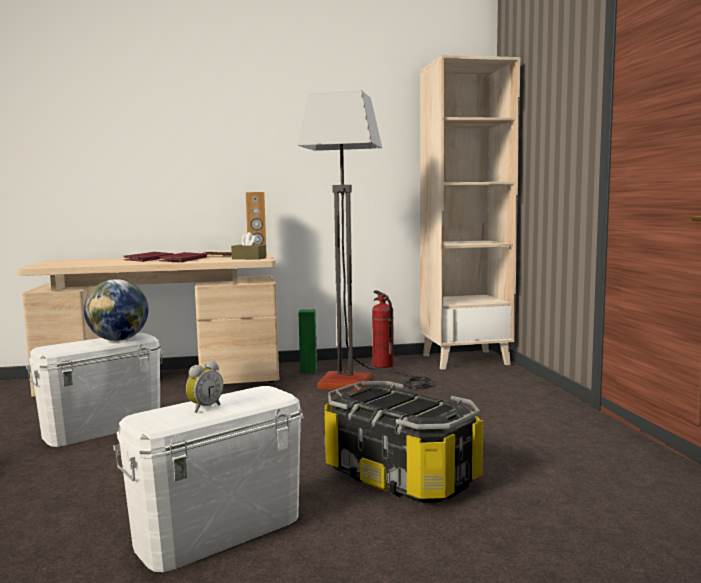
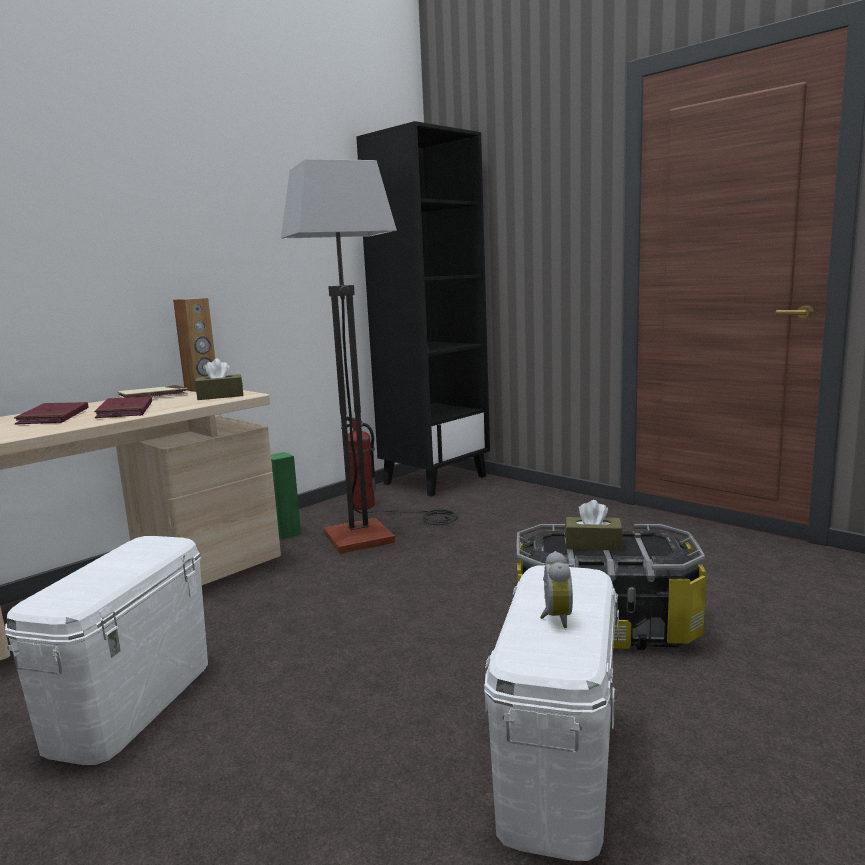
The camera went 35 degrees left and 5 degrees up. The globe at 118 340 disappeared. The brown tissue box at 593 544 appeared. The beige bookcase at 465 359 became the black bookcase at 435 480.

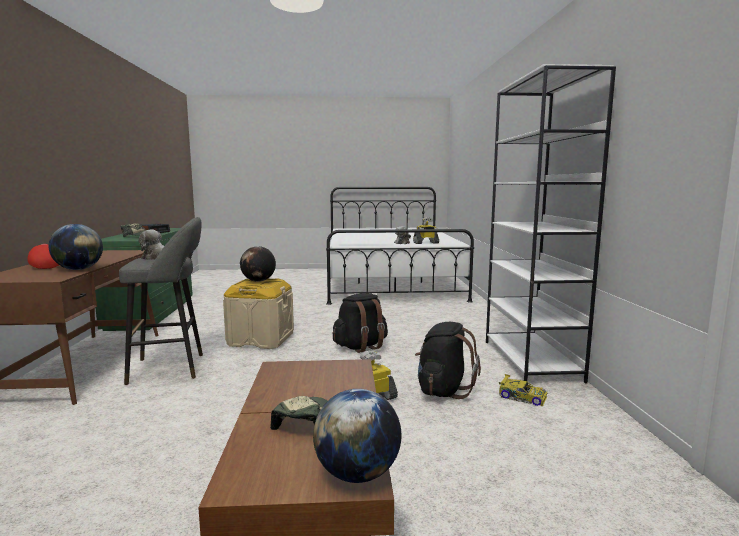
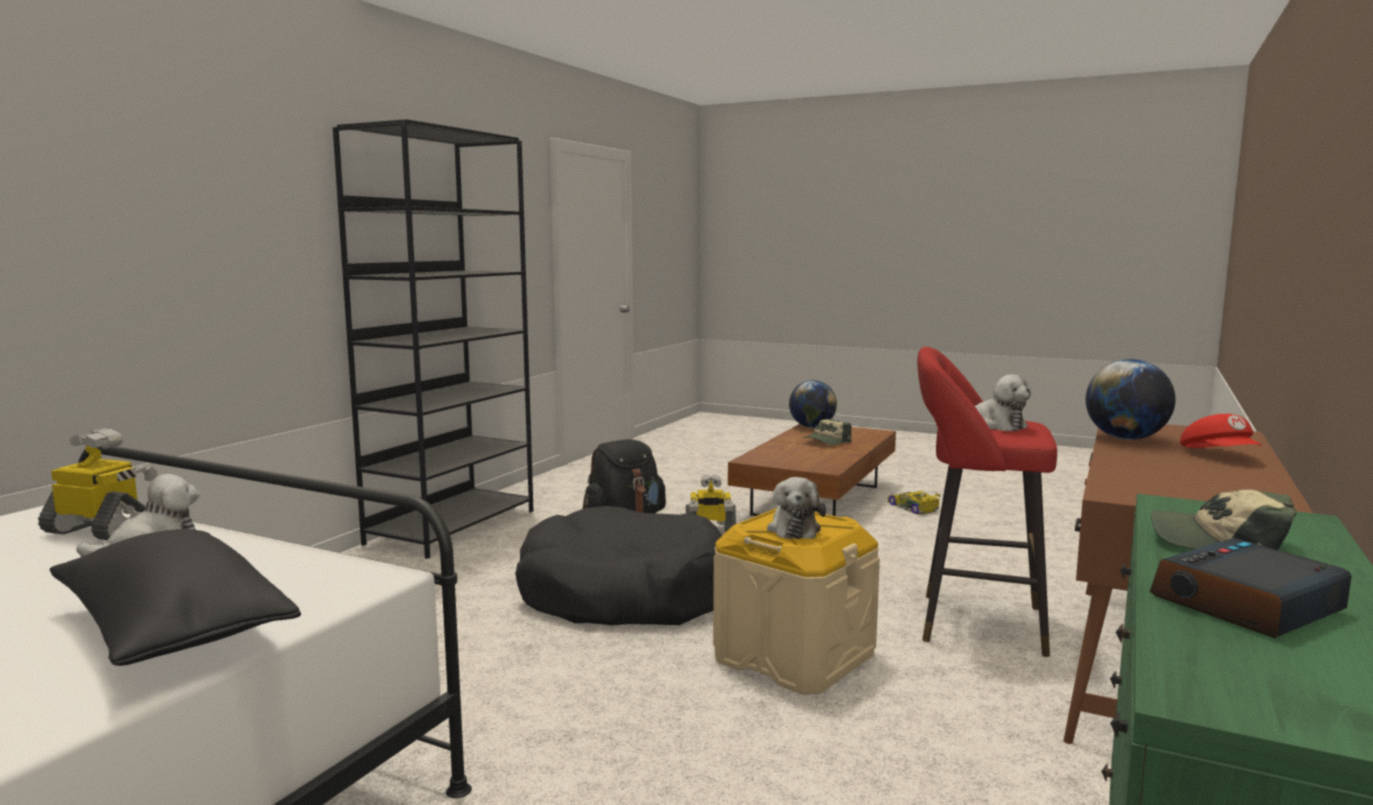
The camera went 150 degrees left and 0 degrees up. The black pillow at 172 631 appeared. The toy car moved from 521 397 to 913 507. The globe at 258 281 was replaced by the plush toy at 794 529. The black backpack at 361 346 was replaced by the black dog bed at 623 594. The grey stool at 172 368 became the red stool at 972 623. The white bookcase at 531 360 became the black bookcase at 452 527.

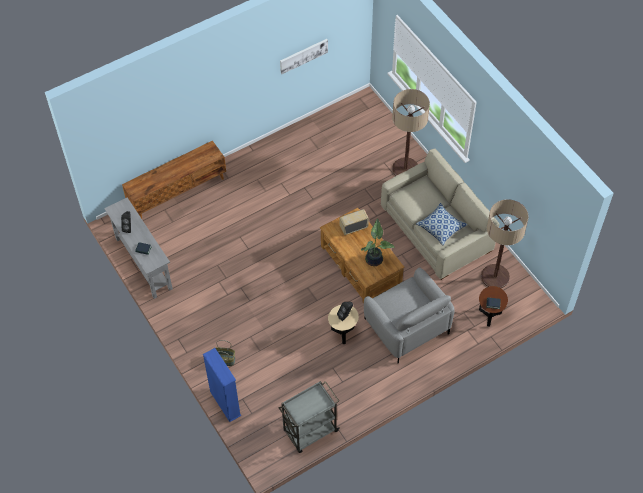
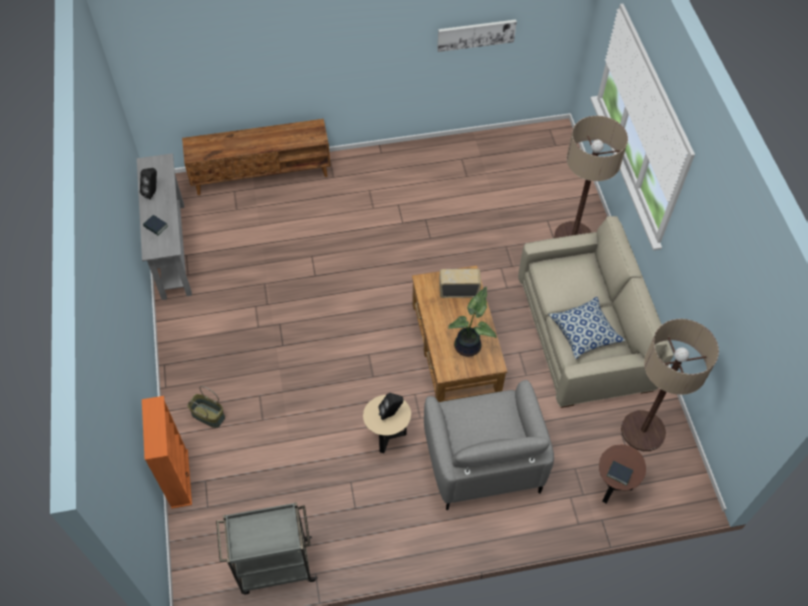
The camera went 20 degrees right and 0 degrees up. The blue bookcase at 225 403 became the orange bookcase at 179 478.

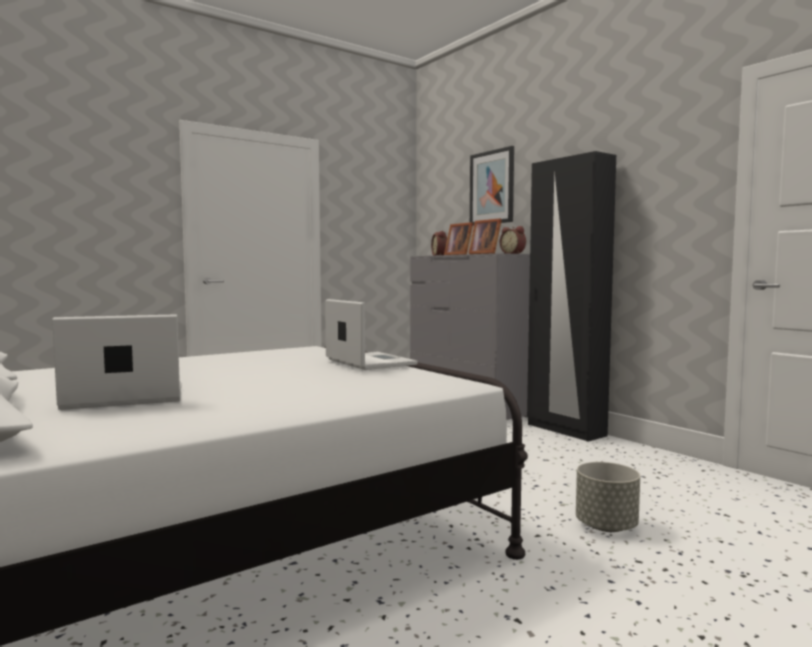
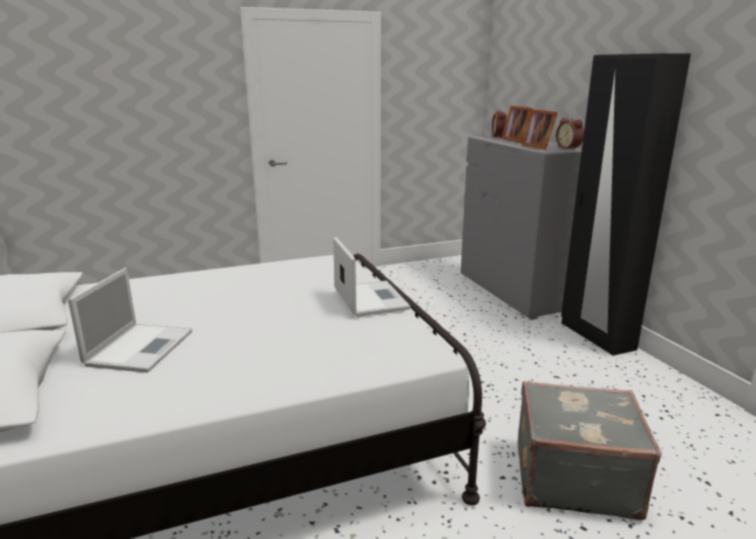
The camera went 15 degrees right and 15 degrees up. The picture at 492 187 disappeared. The grey planter at 606 526 was replaced by the grey suitcase at 573 477. The laptop at 122 397 turned 105 degrees clockwise.

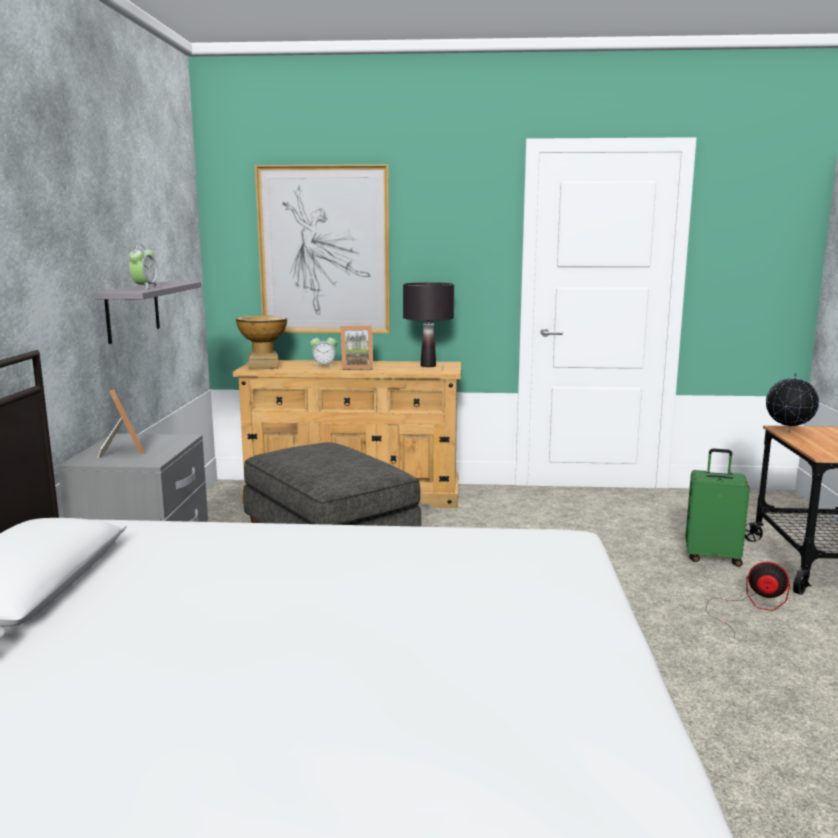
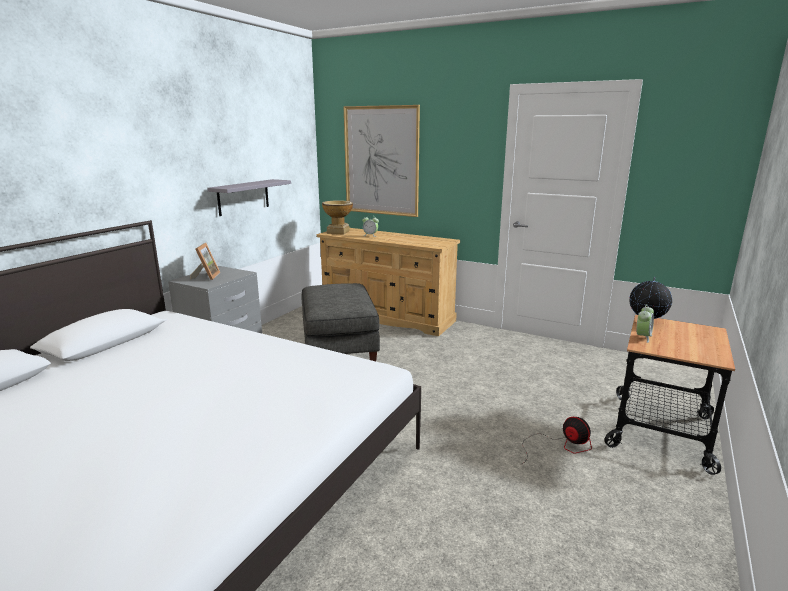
The camera went 25 degrees right and 5 degrees up. The picture frame at 356 368 disappeared. The black table lamp at 428 366 disappeared. The green suitcase at 712 557 disappeared. The alarm clock moved from 145 288 to 642 337.

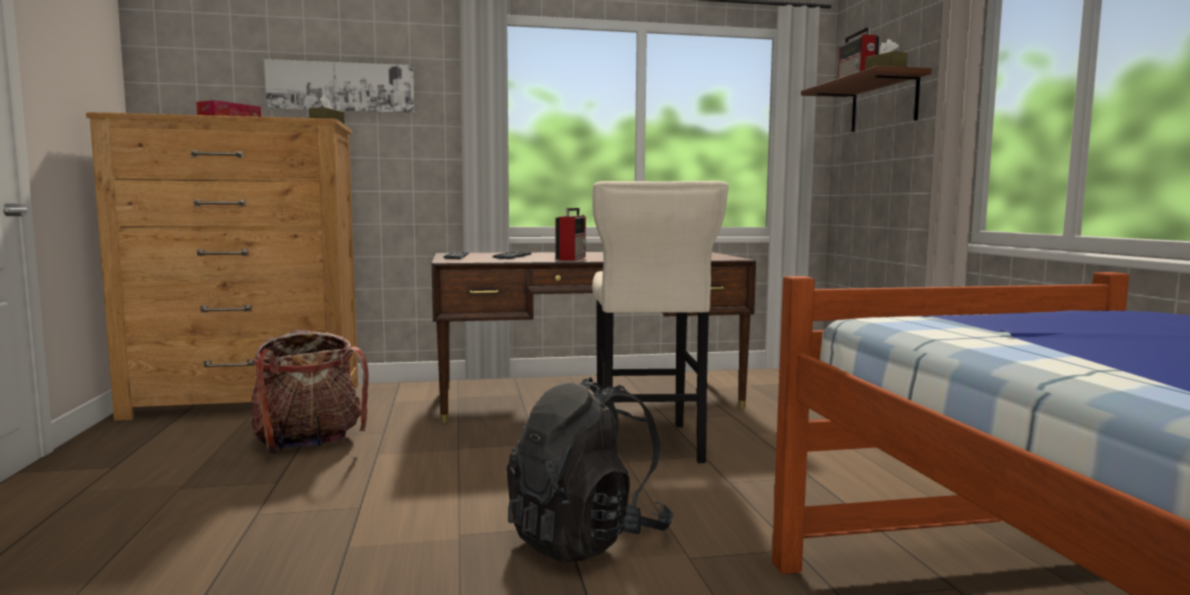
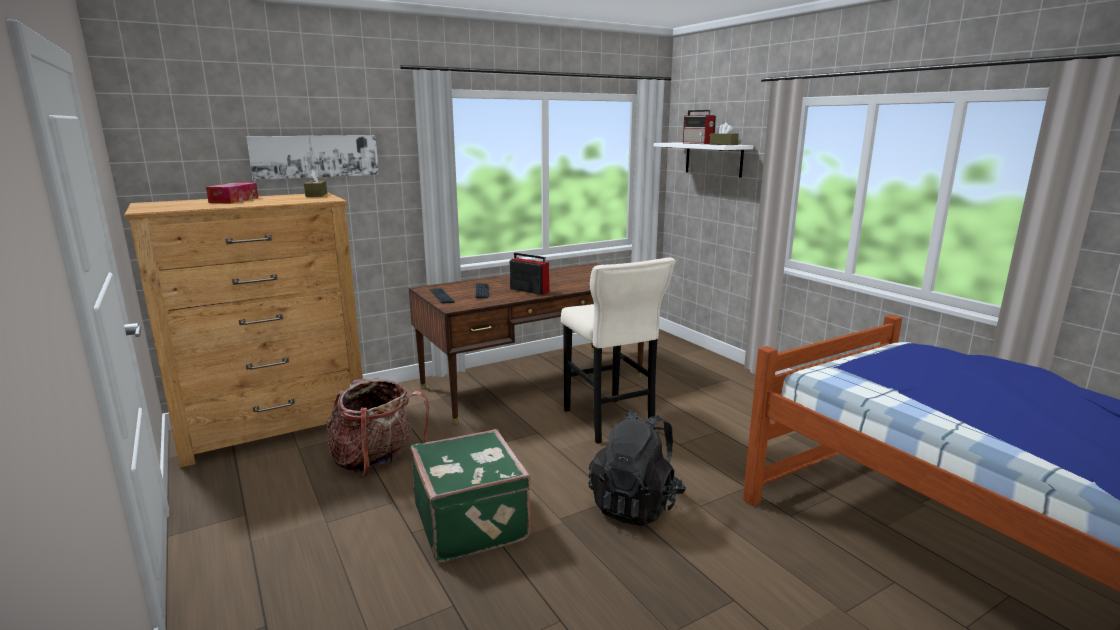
The camera went 20 degrees left and 10 degrees up. The green suitcase at 472 521 appeared. The brown shelf at 883 104 became the white shelf at 713 159. The radio at 572 258 turned 45 degrees counterclockwise.

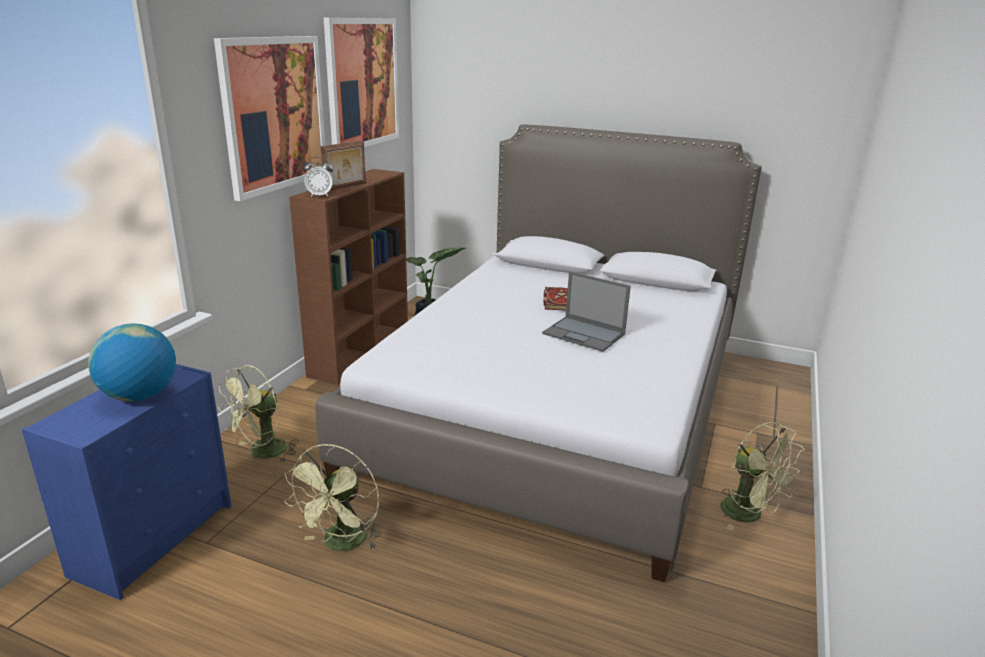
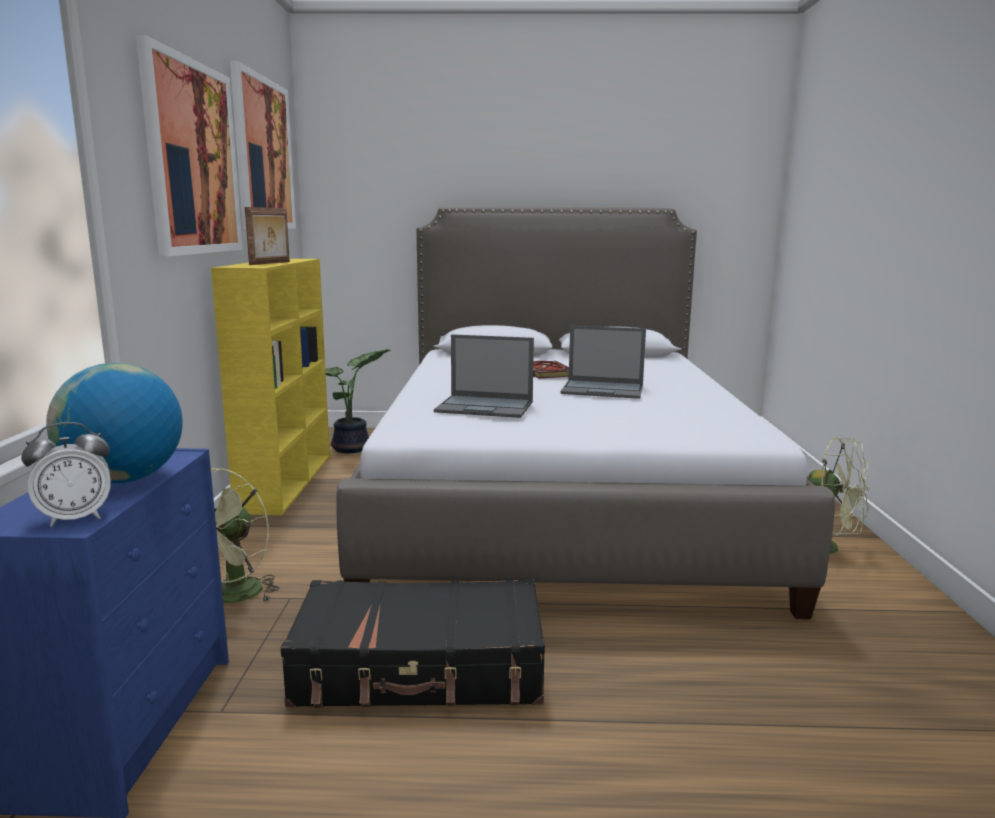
The camera went 20 degrees left and 10 degrees down. The laptop at 486 407 appeared. The alarm clock moved from 320 196 to 76 518. The green fan at 341 544 was replaced by the black suitcase at 420 668. The brown bookcase at 361 351 became the yellow bookcase at 286 481.

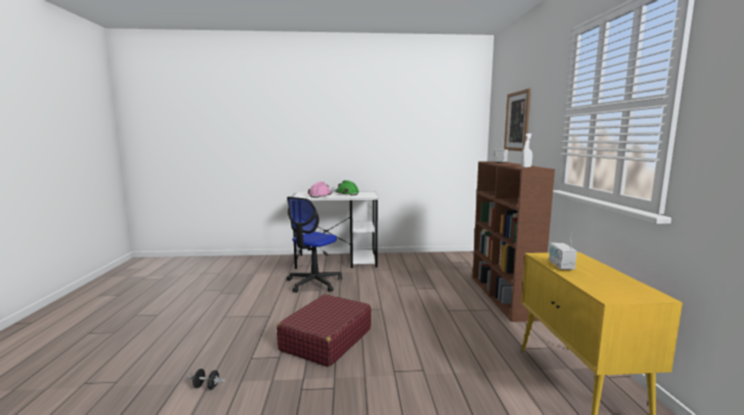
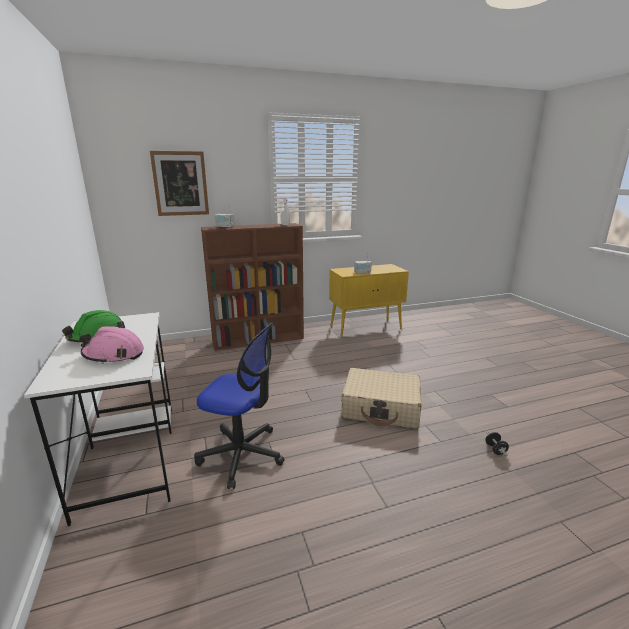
The camera went 105 degrees left and 10 degrees up. The red suitcase at 326 340 became the beige suitcase at 381 408.

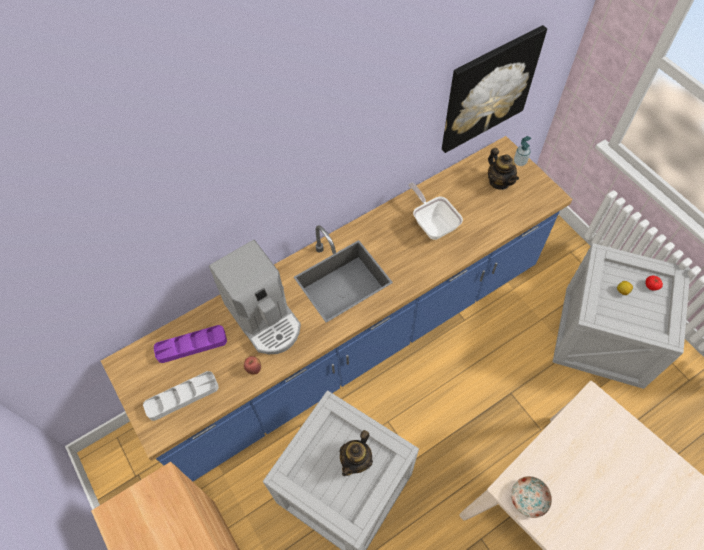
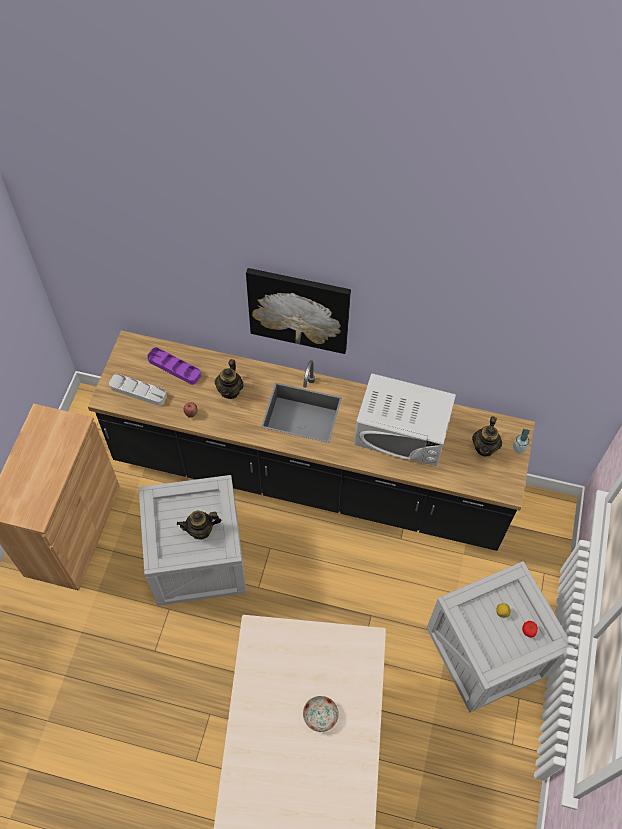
The camera went 45 degrees right and 0 degrees up. The picture moved from 489 89 to 299 309. The plate moved from 529 499 to 320 716. The coffee machine at 264 318 was replaced by the teapot at 230 390. The frying pan at 433 223 was replaced by the white microwave at 402 431. The blue counter at 354 341 became the black counter at 309 478.

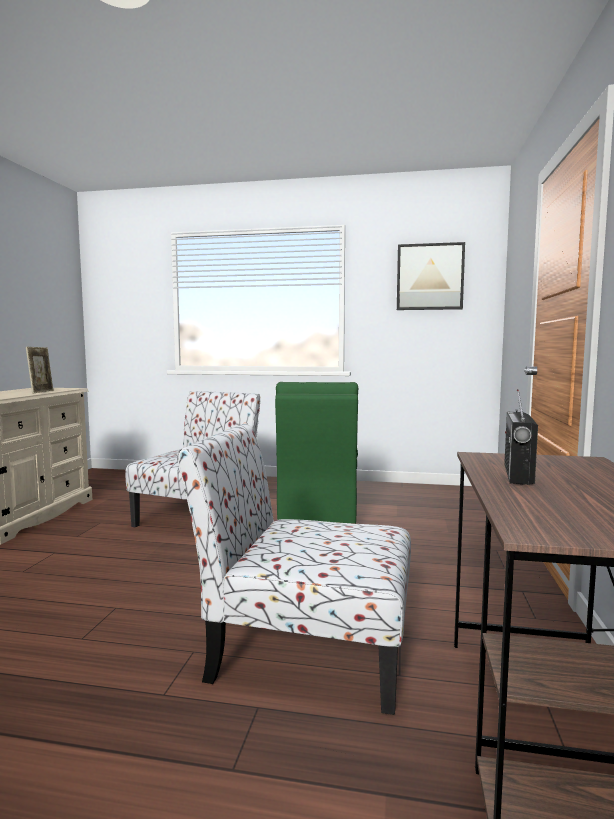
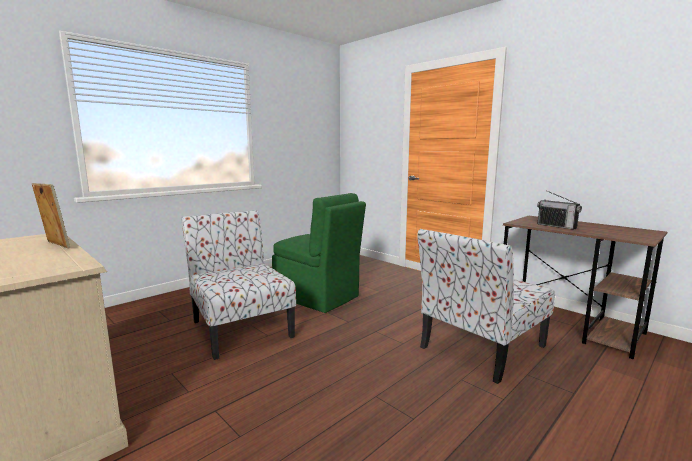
The camera went 55 degrees left and 5 degrees up. The picture at 430 277 disappeared.

